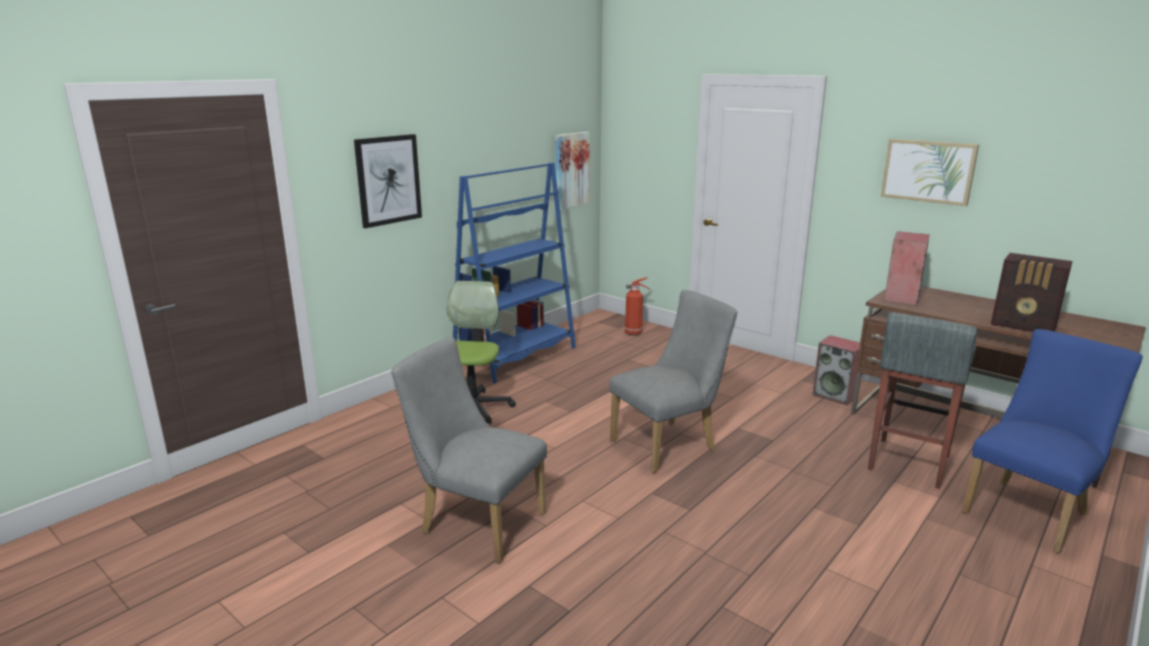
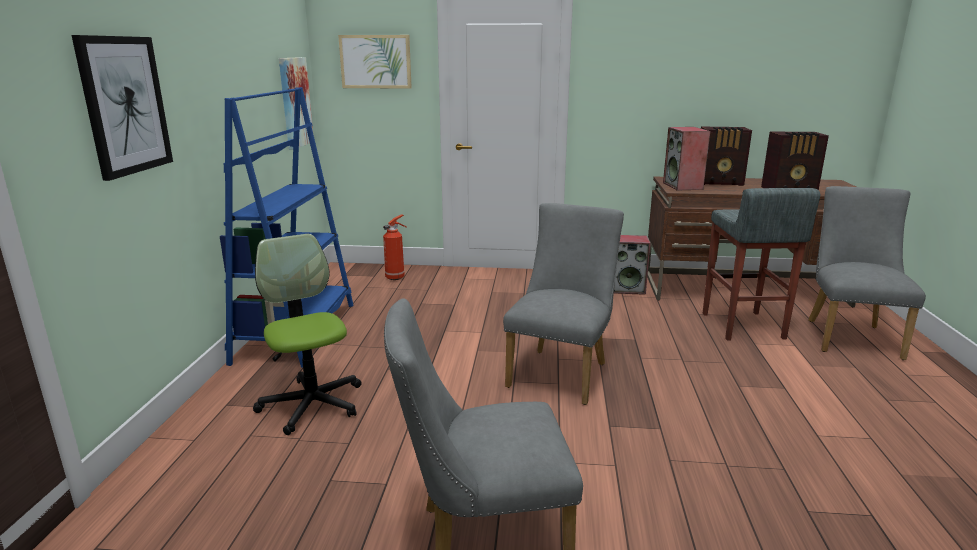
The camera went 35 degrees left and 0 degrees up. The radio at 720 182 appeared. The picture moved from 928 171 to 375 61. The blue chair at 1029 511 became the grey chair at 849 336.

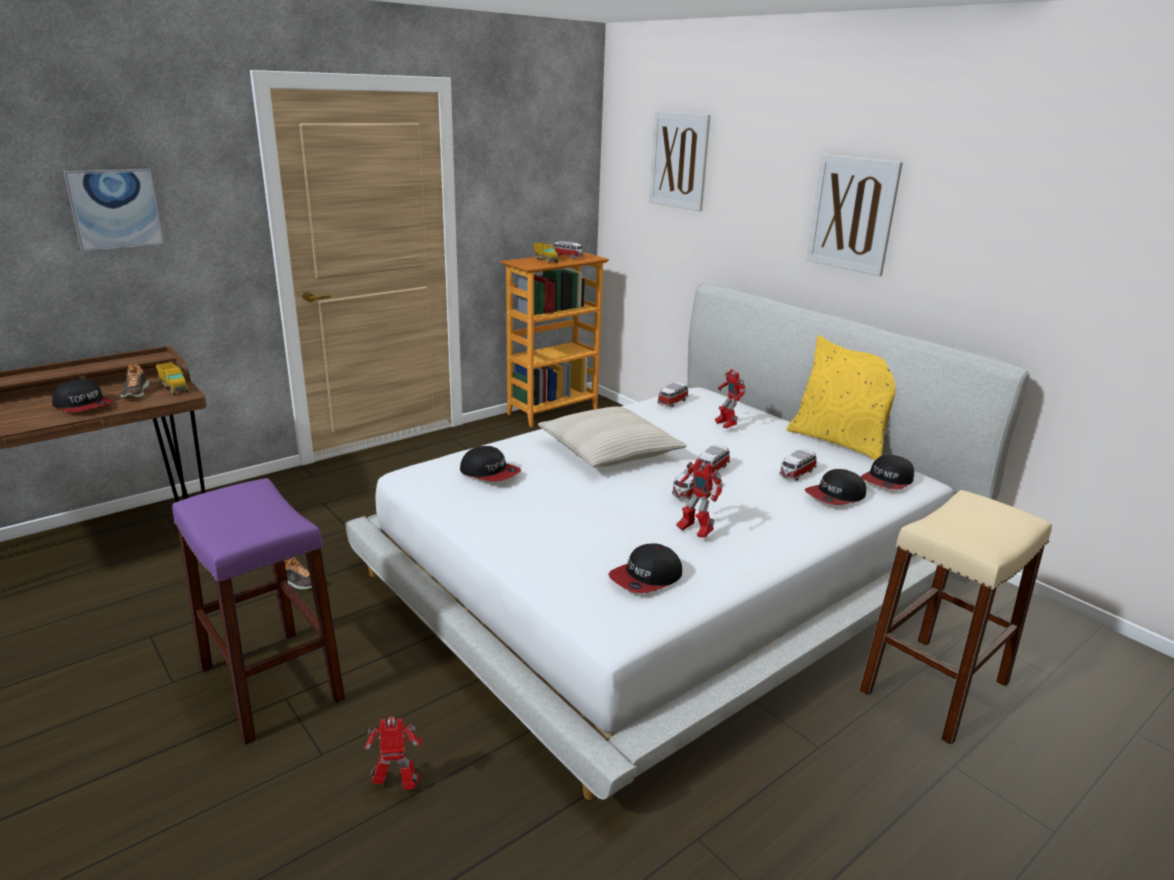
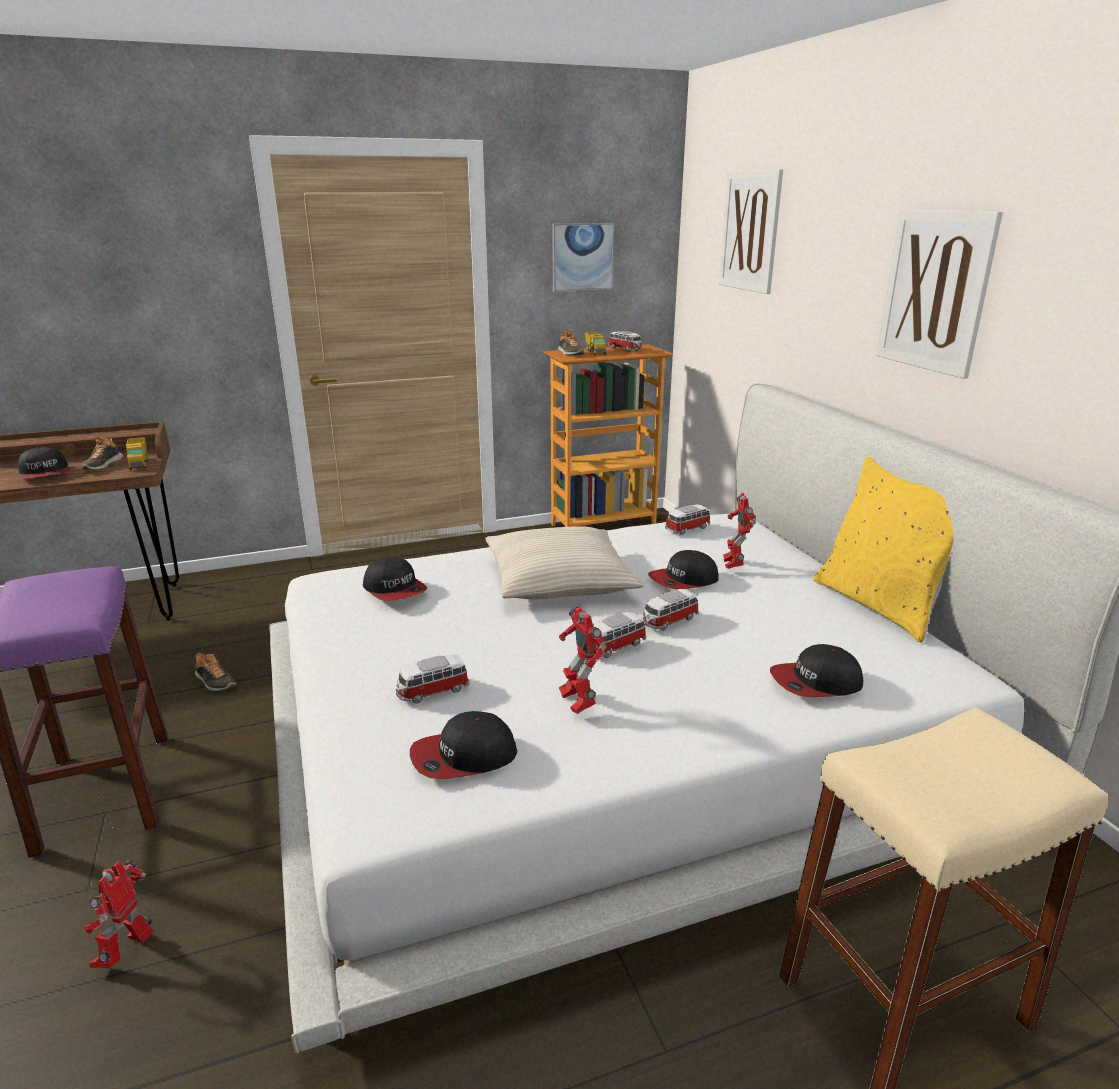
The camera went 20 degrees right and 0 degrees up. The shoe at 570 353 appeared. The picture moved from 116 209 to 582 257. The toy car moved from 796 474 to 432 691. The cap moved from 887 481 to 683 580. The toy robot at 397 786 turned 90 degrees counterclockwise.

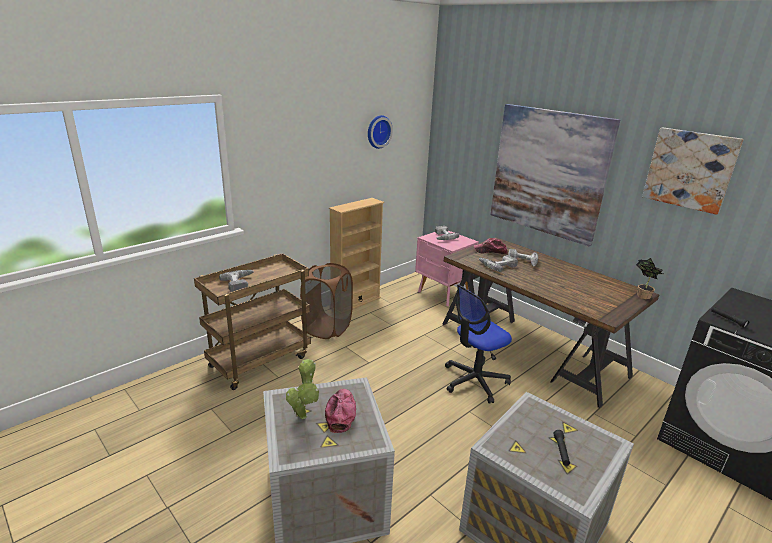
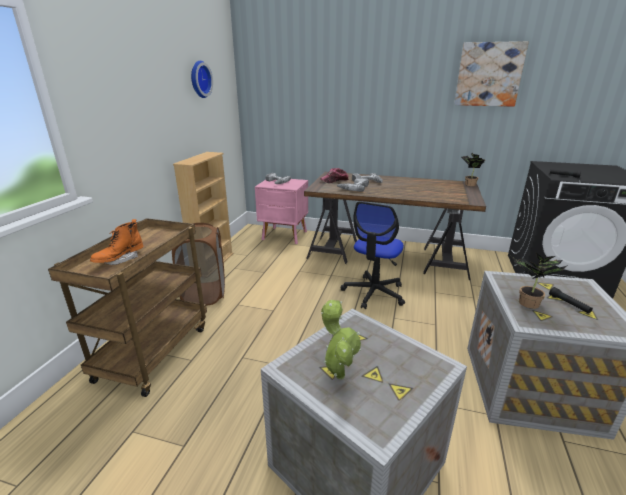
The camera went 30 degrees left and 0 degrees up. The cap at 341 413 disappeared. The picture at 548 172 disappeared. The potted plant at 526 303 appeared. The power drill at 241 283 was replaced by the orange boot at 120 260.

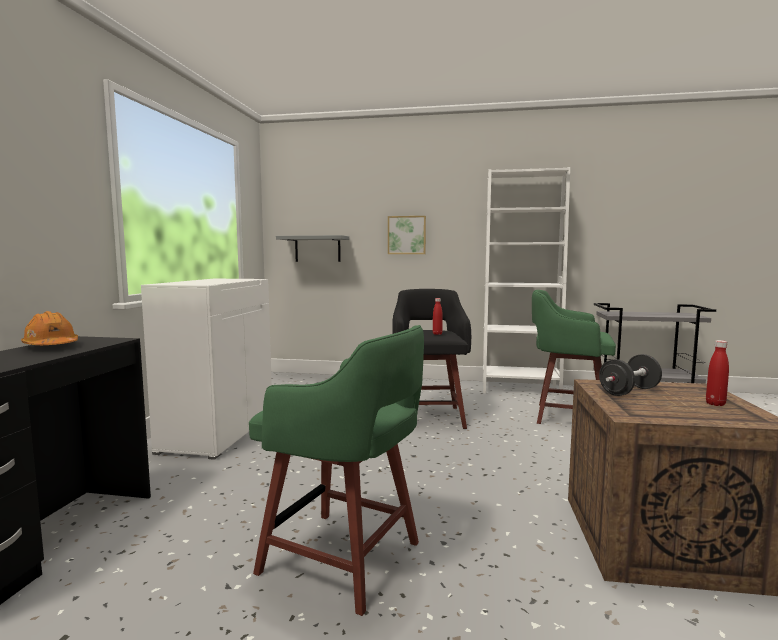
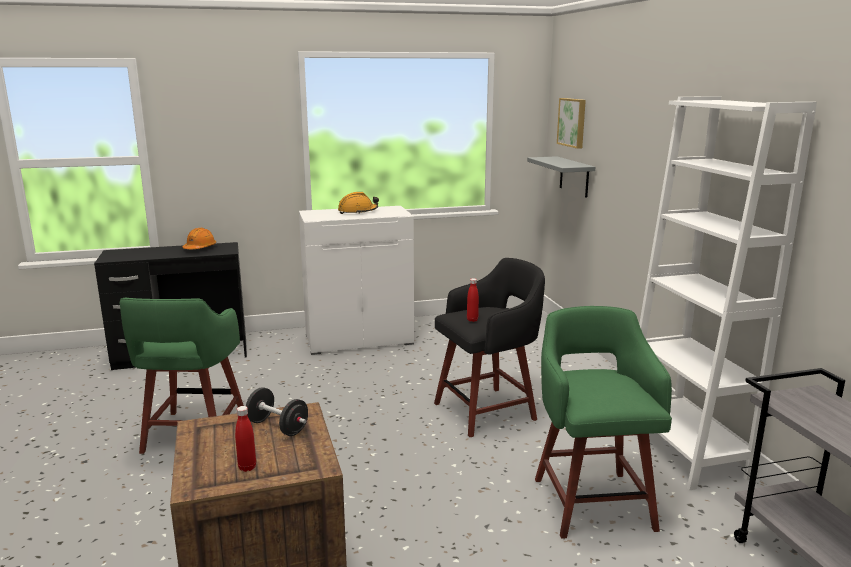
The camera went 65 degrees right and 10 degrees up. The orange hard hat at 357 211 appeared. The picture moved from 406 235 to 573 122.

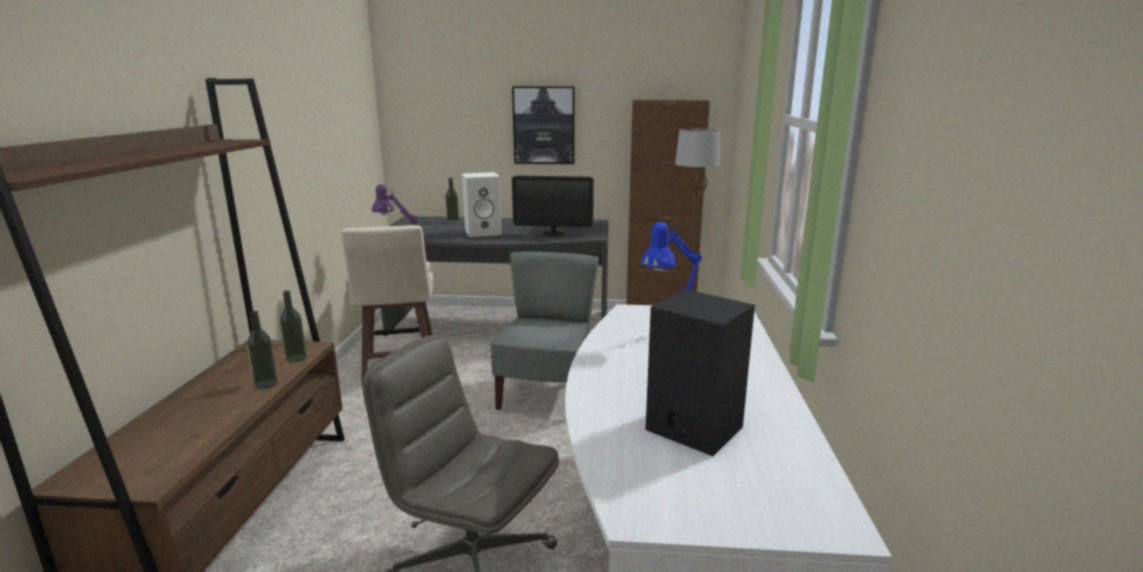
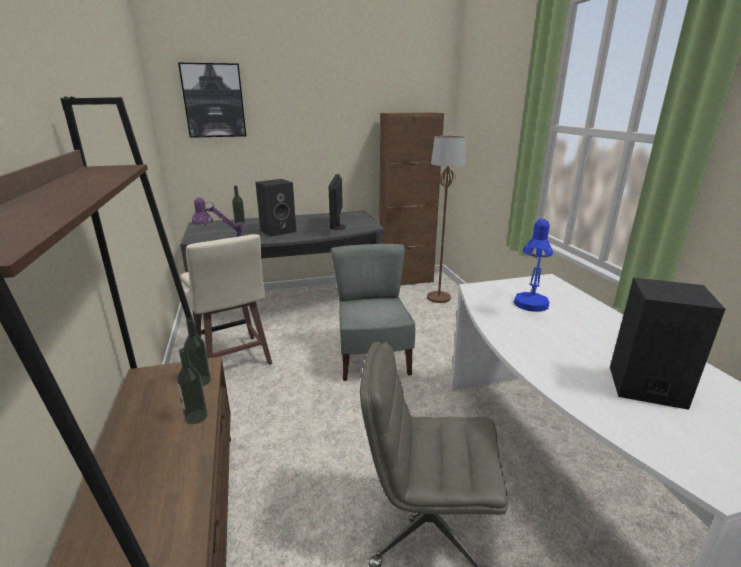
The camera went 20 degrees left and 5 degrees up. The picture moved from 544 125 to 214 101. The white speaker at 483 232 became the black speaker at 278 231. The monitor at 553 234 turned 105 degrees clockwise.

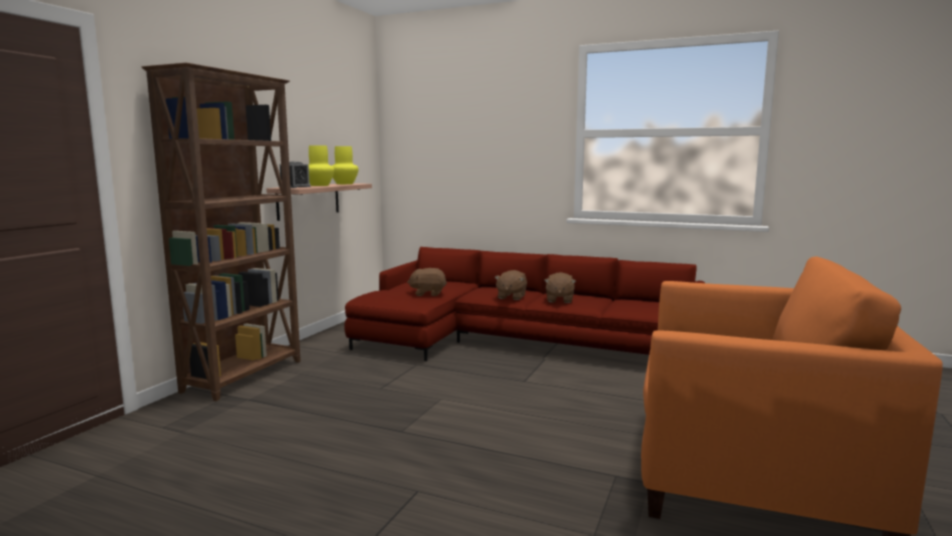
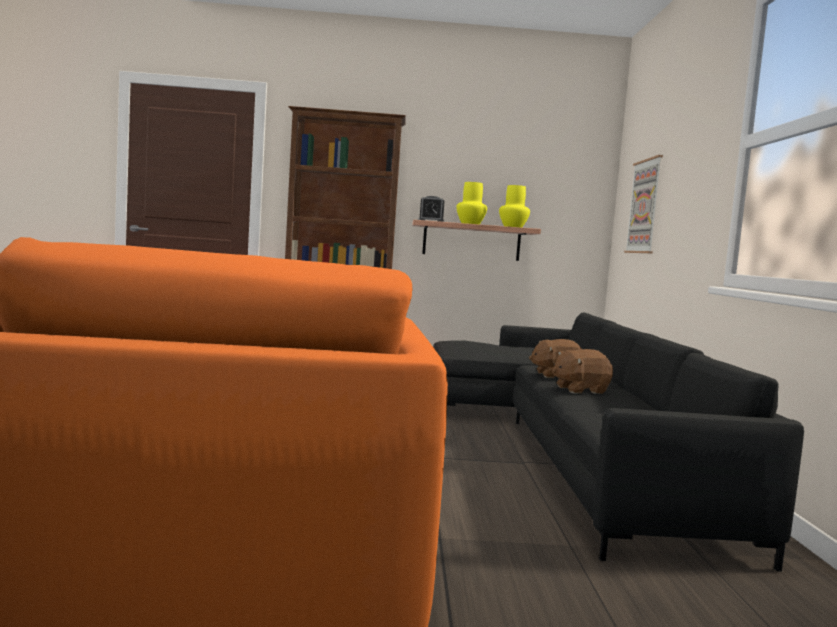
The camera went 65 degrees right and 5 degrees down. The brown plush toy at 428 293 disappeared. The picture at 644 206 appeared. The red sofa at 514 342 became the black sofa at 564 446.

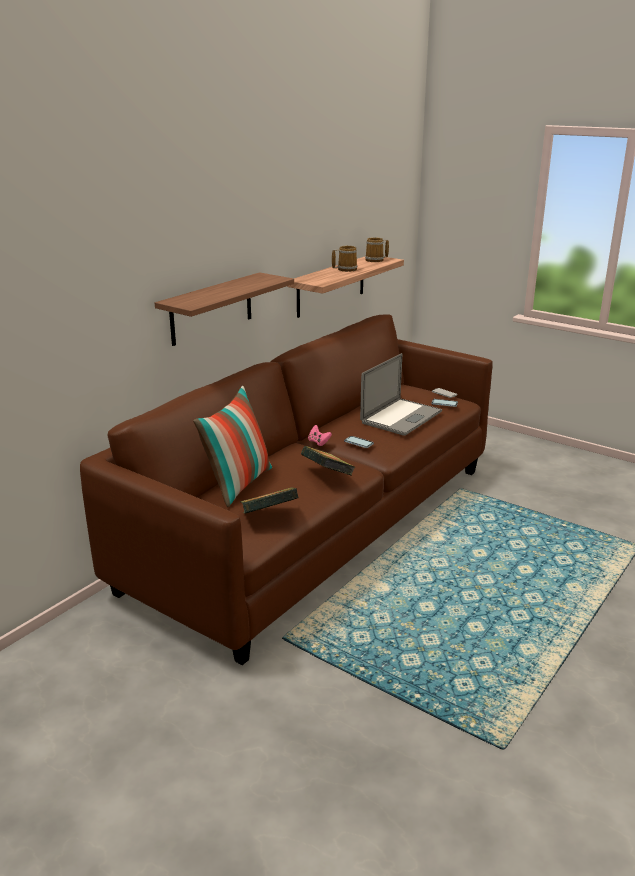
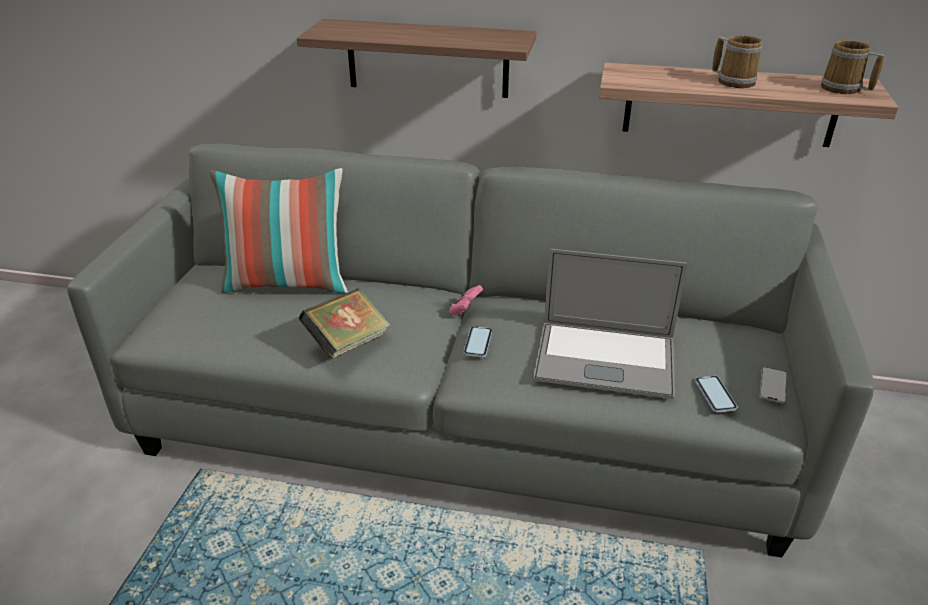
The camera went 65 degrees right and 10 degrees up. The book at 269 516 disappeared. The brown sofa at 317 525 became the grey sofa at 465 417.

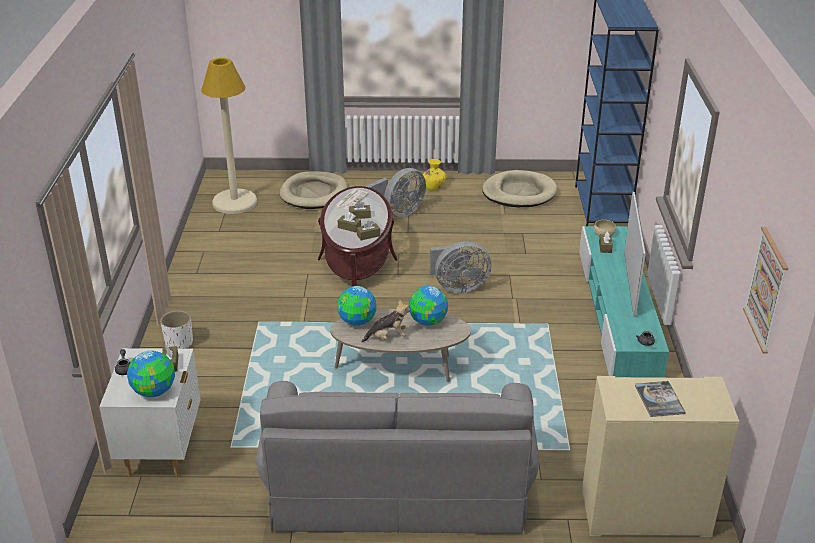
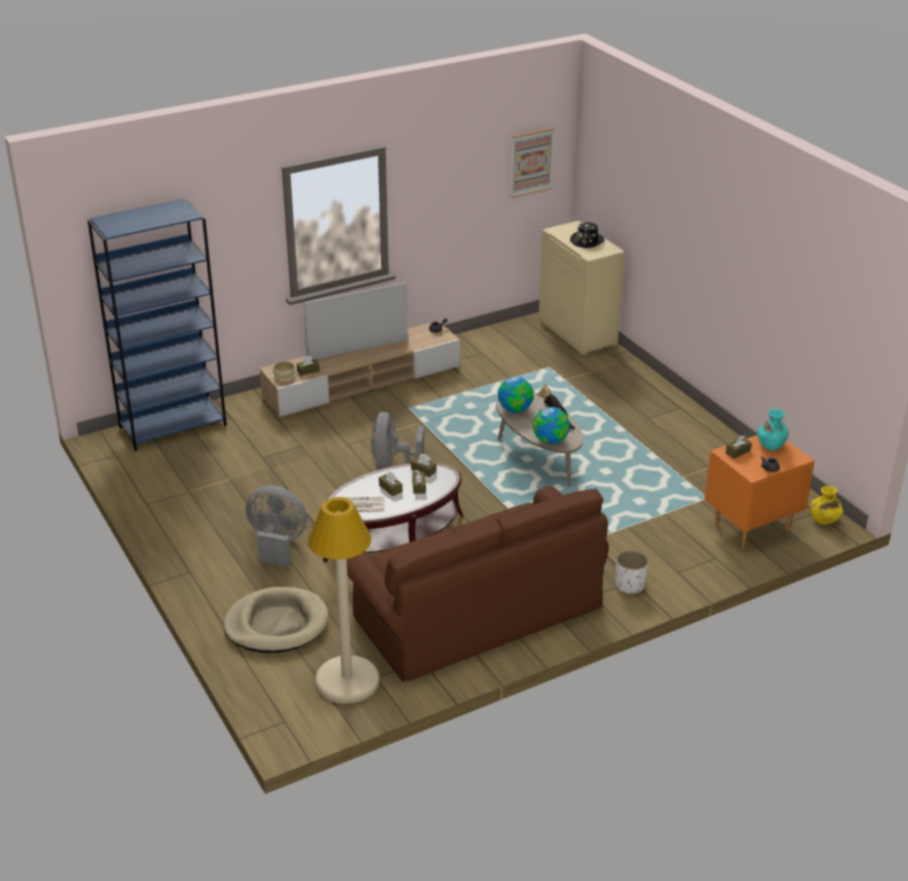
The camera went 120 degrees left and 0 degrees up. The grey sofa at 398 487 disappeared. The beige dog bed at 519 193 disappeared. The brown sofa at 477 611 appeared. The yellow vase moved from 433 187 to 824 519. The globe at 154 391 was replaced by the turquoise vase at 771 445. The book at 659 399 was replaced by the black hat at 587 241. The white nightstand at 161 452 became the orange nightstand at 751 527. The turquoise tv stand at 617 313 became the beige tv stand at 363 382. The grey fan at 458 287 turned 135 degrees counterclockwise.

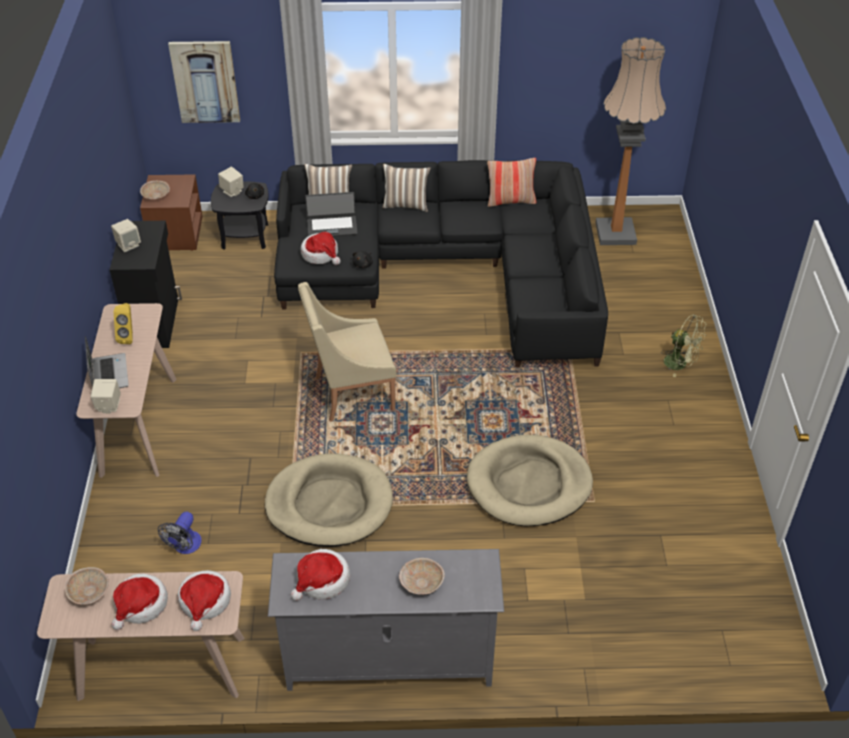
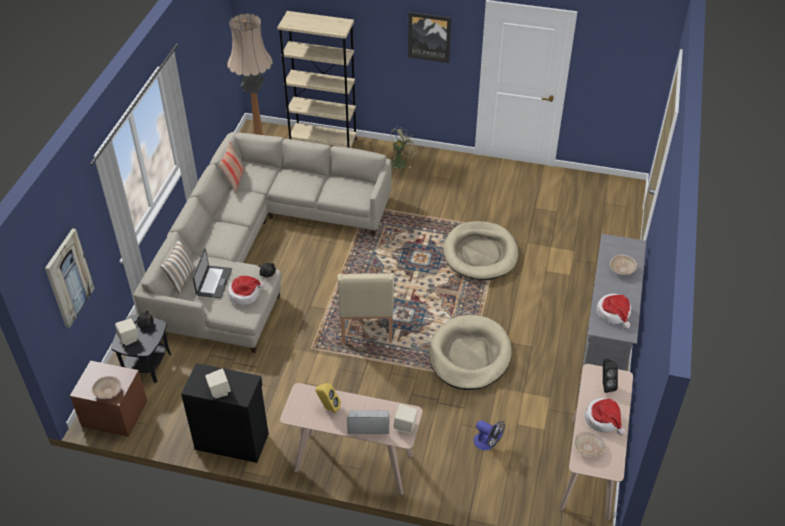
The camera went 75 degrees left and 0 degrees up. The pillow at 406 205 disappeared. The beige bookcase at 323 142 appeared. The picture at 429 37 appeared. The hat at 205 602 was replaced by the black speaker at 605 385. The black sofa at 449 270 became the beige sofa at 256 247.

